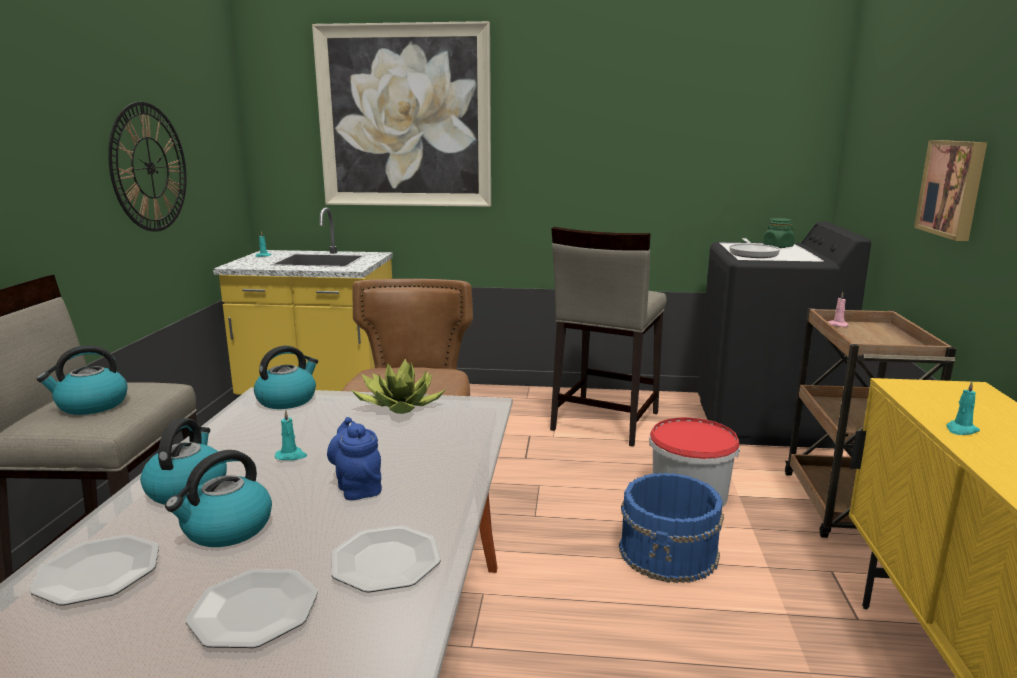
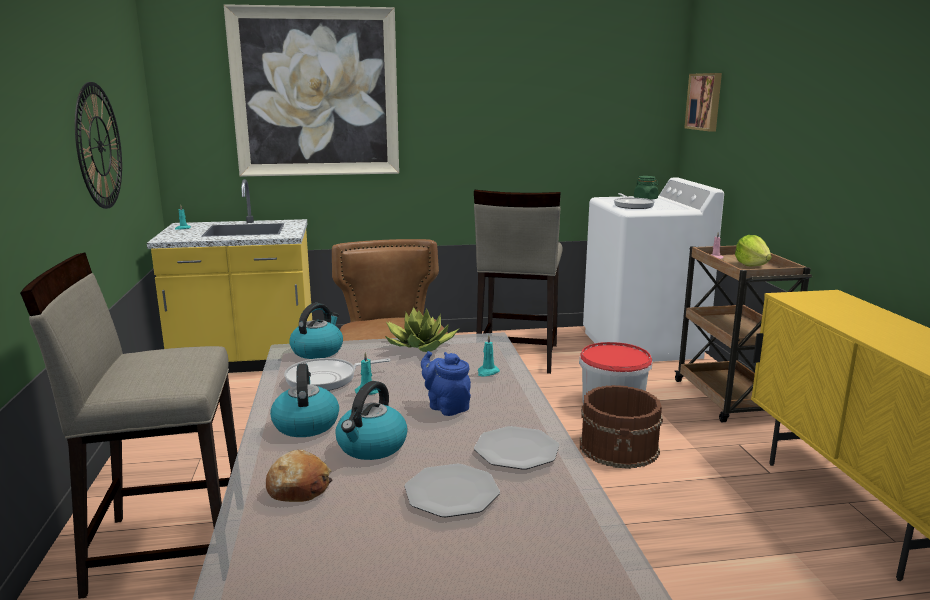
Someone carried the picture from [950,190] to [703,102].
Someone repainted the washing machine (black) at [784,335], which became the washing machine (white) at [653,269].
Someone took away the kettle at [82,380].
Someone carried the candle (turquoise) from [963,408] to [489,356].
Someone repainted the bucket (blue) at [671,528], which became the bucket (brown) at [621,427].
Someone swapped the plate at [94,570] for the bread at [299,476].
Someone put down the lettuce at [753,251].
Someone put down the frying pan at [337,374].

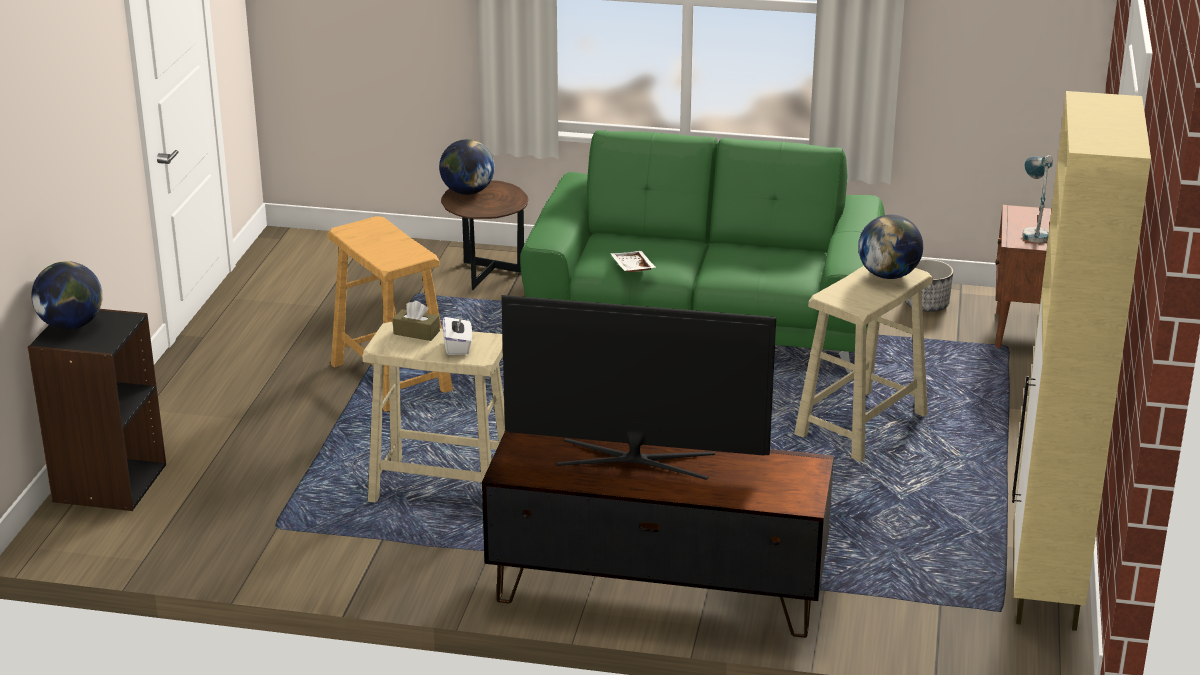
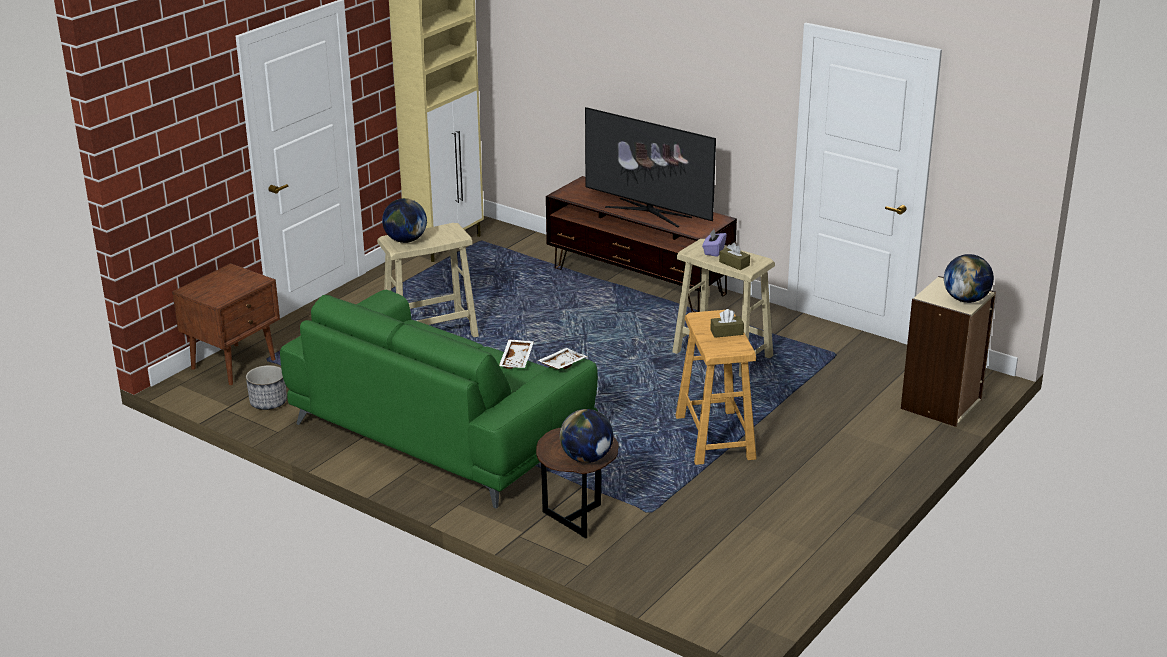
Someone took away the table lamp at [1038,199].
Someone repainted the bookcase (black) at [96,410], which became the bookcase (beige) at [948,351].
Someone repainted the tissue box (white) at [457,335], which became the tissue box (purple) at [714,243].
Someone put down the tissue box (brown) at [727,323].
Someone put down the tray (white) at [562,358].

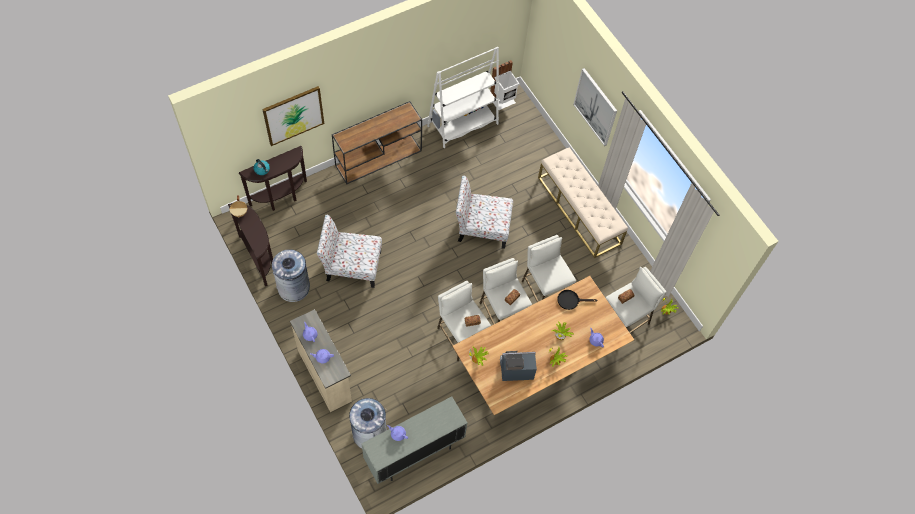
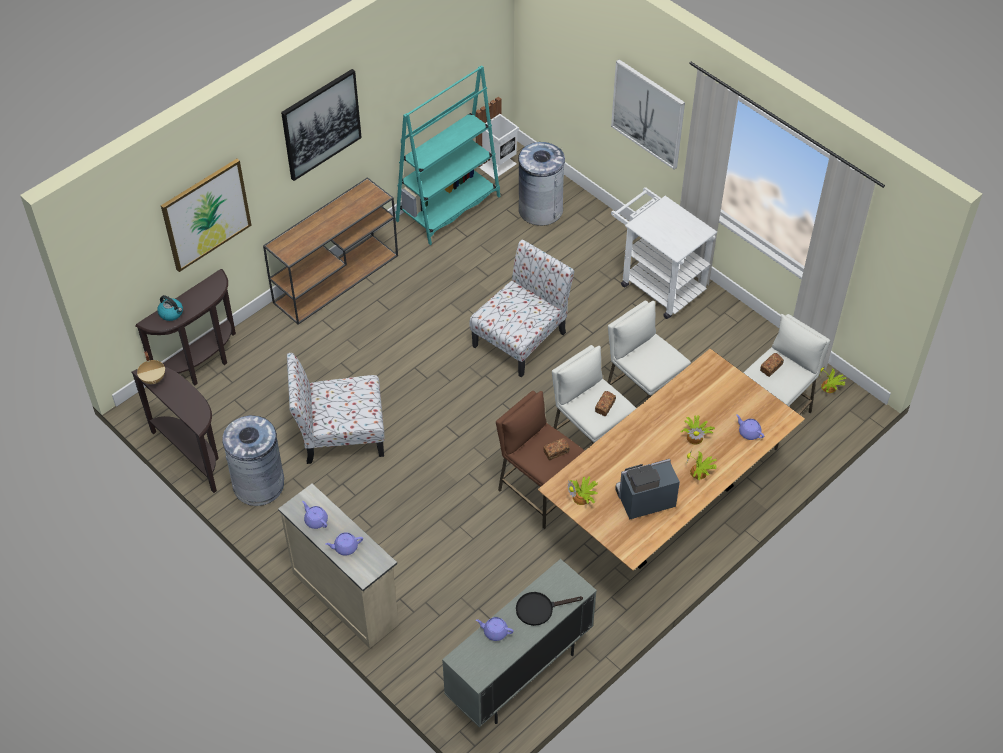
Someone repainted the bookcase (white) at [463,97], which became the bookcase (turquoise) at [448,155].
Someone swapped the bench (beige) at [583,202] for the cart (white) at [664,253].
Someone rotated the chair at [484,212] by 135 degrees clockwise.
Someone repainted the stool (white) at [464,321], which became the stool (brown) at [540,460].
Someone carried the frying pan (black) from [577,300] to [549,609].
Someone carried the trash can (grey) from [368,423] to [541,184].
Someone put up the picture at [321,125].

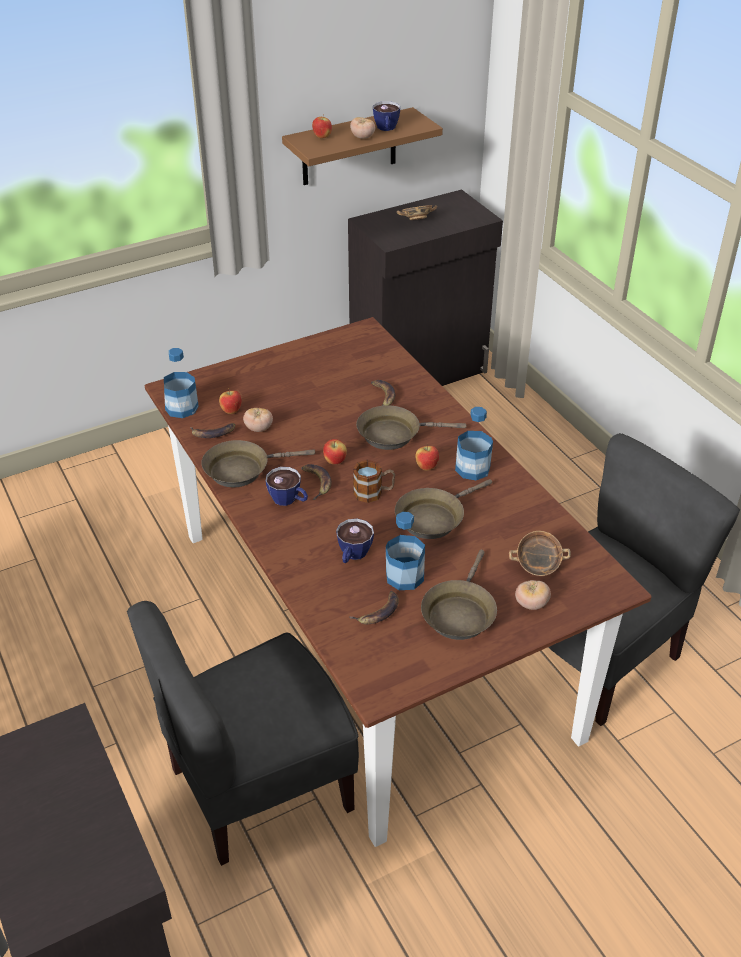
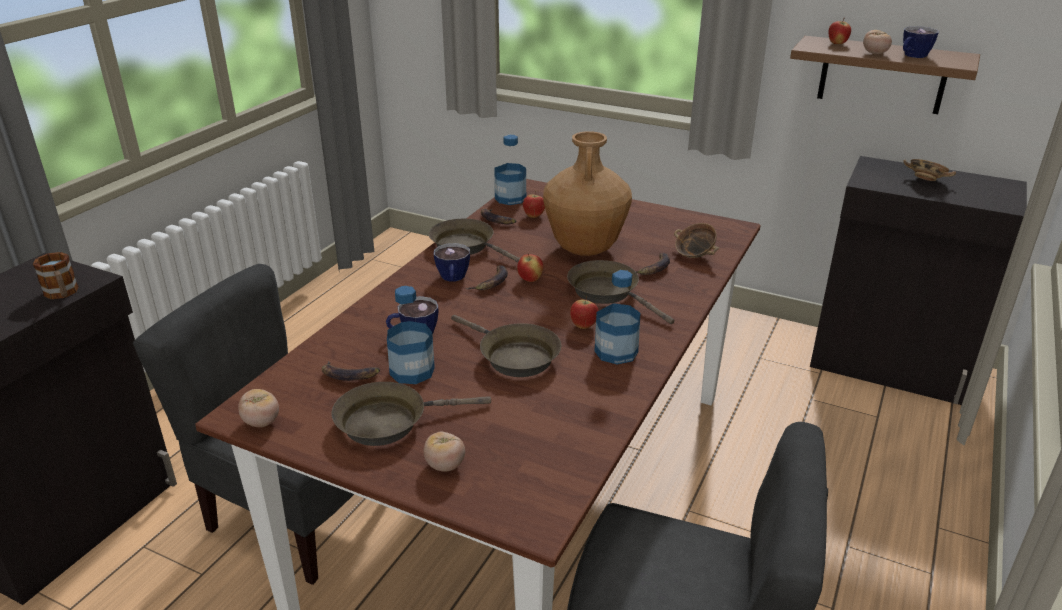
Someone carried the tomato from [258,420] to [258,408].
Someone carried the mug from [374,481] to [56,275].
Someone rotated the frying pan (brown) at [443,509] by 150 degrees counterclockwise.
Someone carried the bowl from [540,553] to [696,240].
Someone put down the vase (brown) at [587,193].

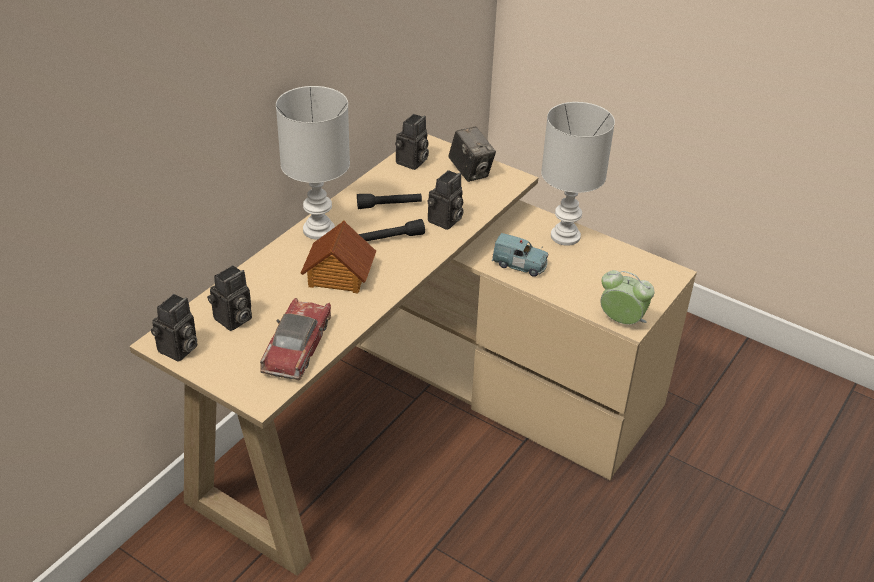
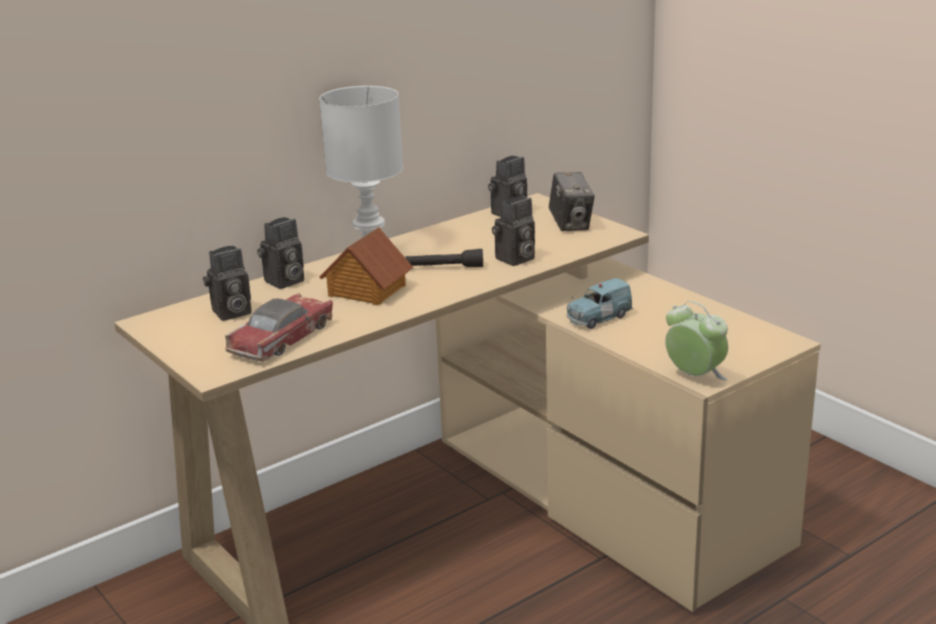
Someone took away the table lamp (white) at [578,174].
Someone took away the flashlight (black) at [389,201].
Someone rotated the toy car (blue) at [520,255] by 105 degrees clockwise.
Someone carried the photo camera from [174,328] to [280,253].

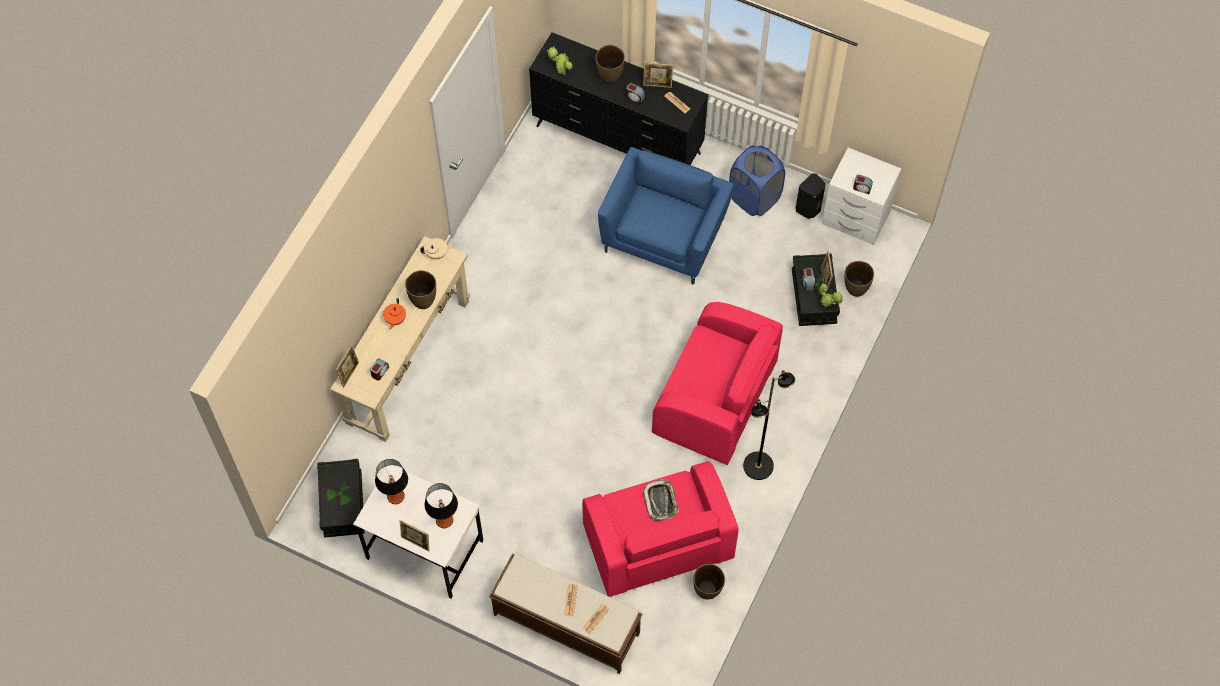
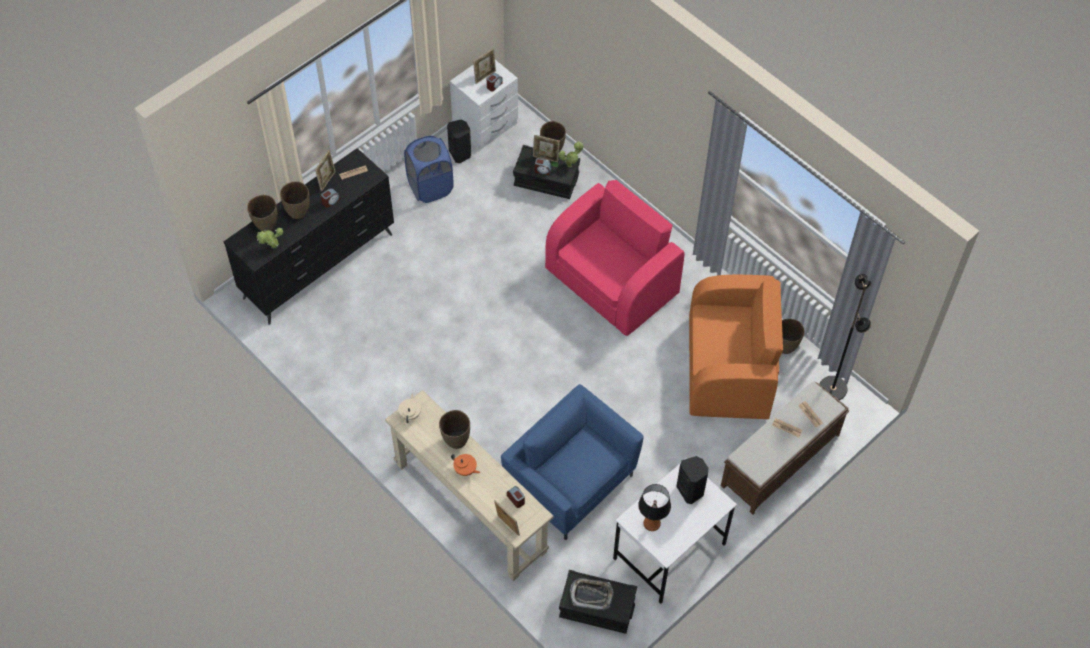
Someone carried the armchair (blue) from [666,216] to [572,462].
Someone carried the floor lamp (black) from [769,425] to [845,337].
Someone repainted the armchair (pink) at [660,529], which became the armchair (orange) at [736,347].
Someone carried the tray from [661,500] to [591,594].
Someone swapped the table lamp at [441,505] for the speaker (black) at [692,480].
Someone carried the picture frame from [414,535] to [484,66].
Someone put down the vase (brown) at [262,213].

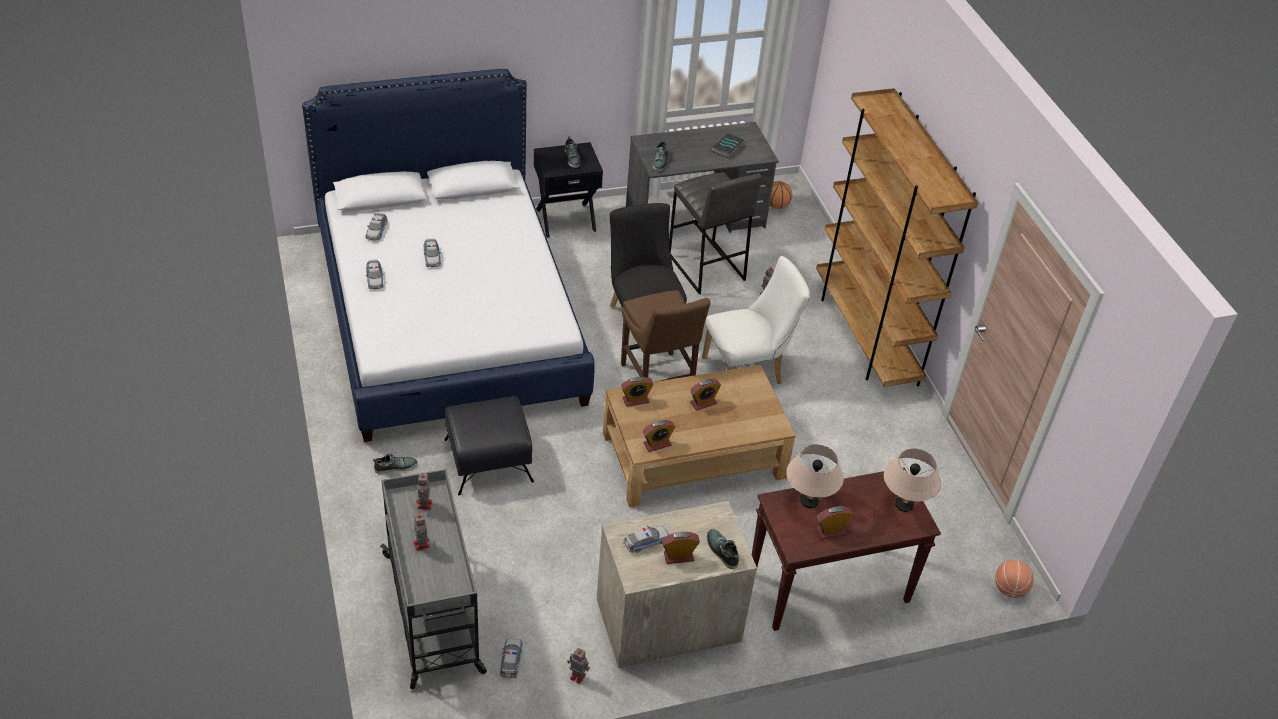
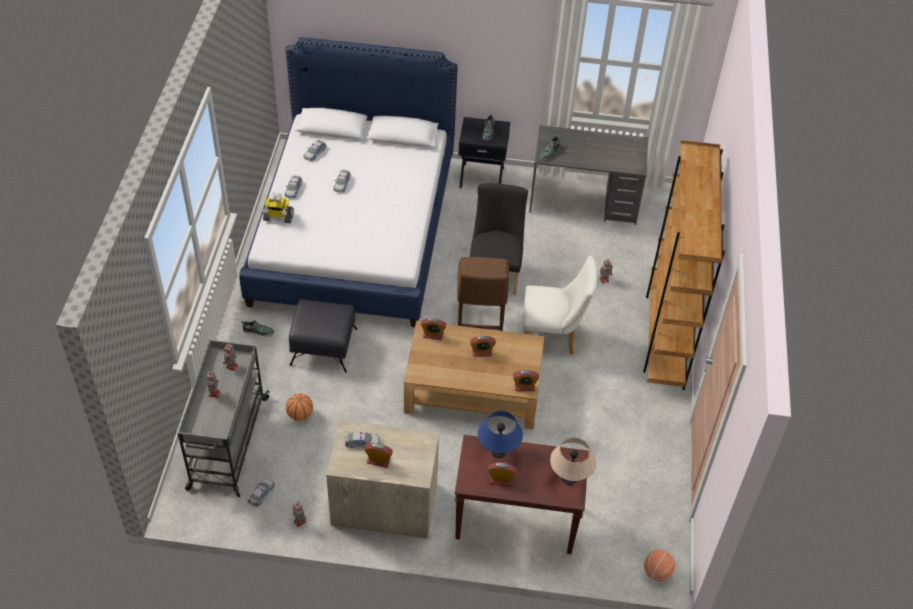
Someone took away the book at [728,146].
Someone took away the stool (grey) at [715,233].
Someone carried the basketball from [780,195] to [299,407].
Someone carried the alarm clock from [659,436] to [526,380].
Someone repainted the table lamp (beige) at [815,476], which became the table lamp (blue) at [500,434].
Someone took away the shoe at [723,549].
Someone put down the toy robot at [278,208].

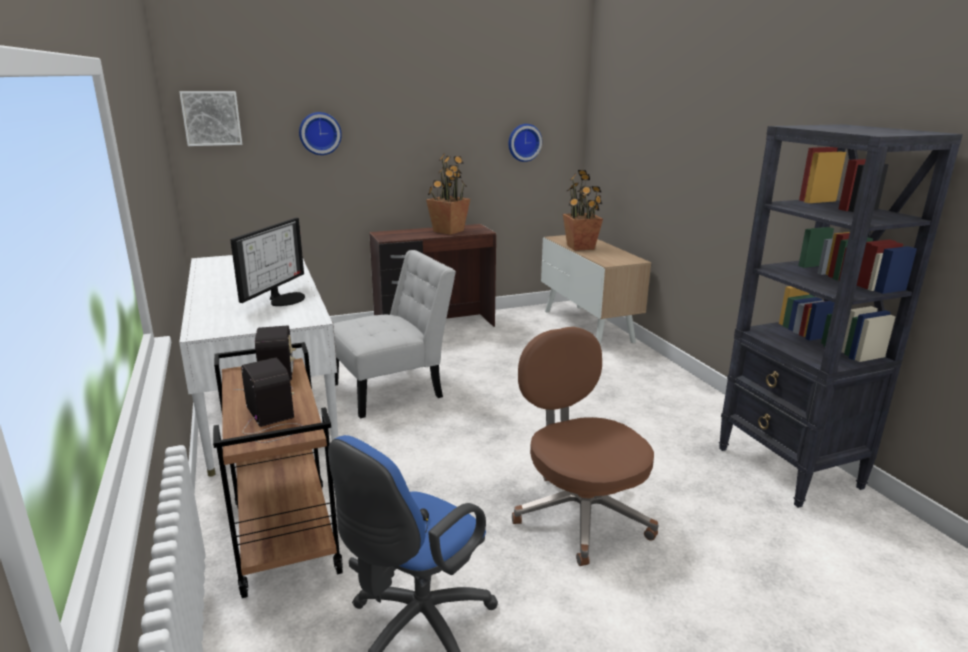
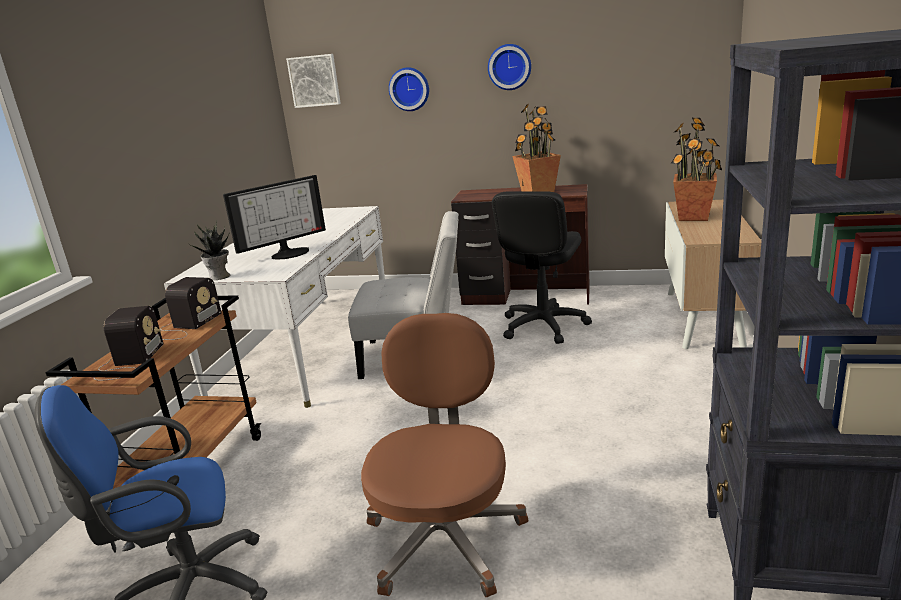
Someone carried the wall clock from [525,143] to [509,67].
Someone put down the office chair (black) at [542,267].
Someone put down the potted plant at [210,250].

